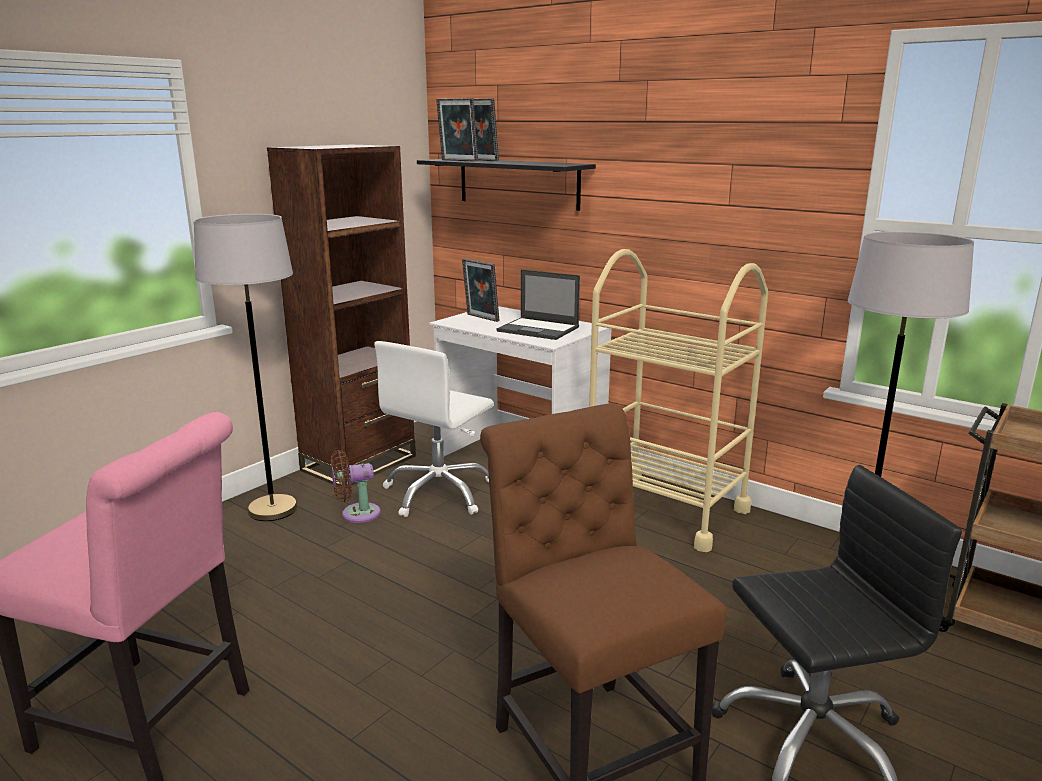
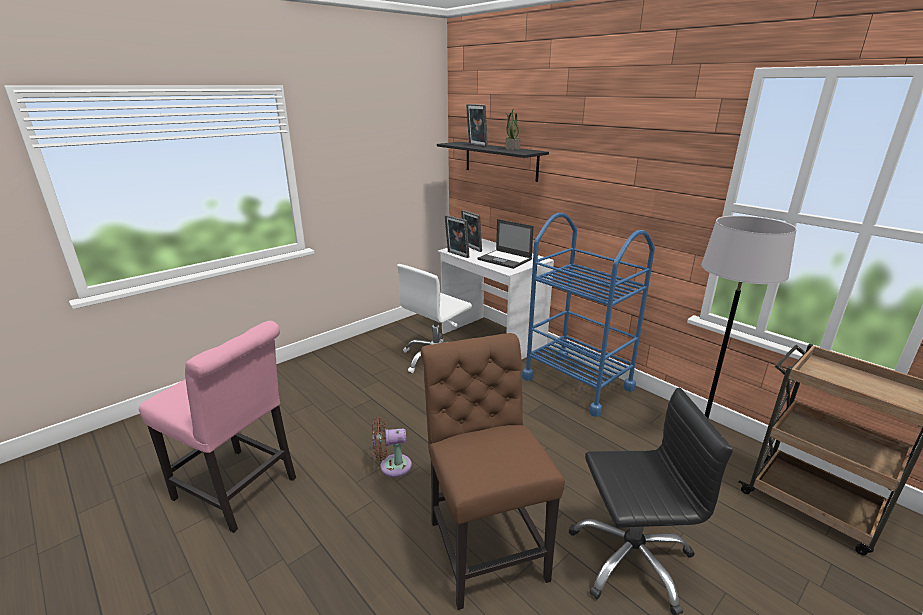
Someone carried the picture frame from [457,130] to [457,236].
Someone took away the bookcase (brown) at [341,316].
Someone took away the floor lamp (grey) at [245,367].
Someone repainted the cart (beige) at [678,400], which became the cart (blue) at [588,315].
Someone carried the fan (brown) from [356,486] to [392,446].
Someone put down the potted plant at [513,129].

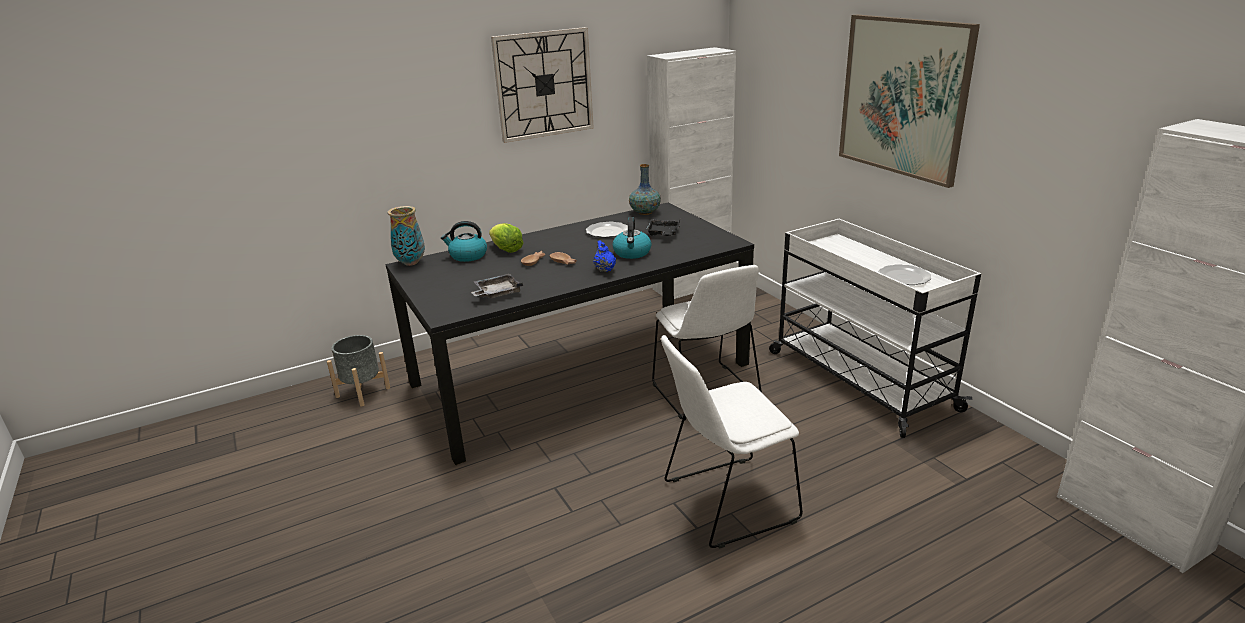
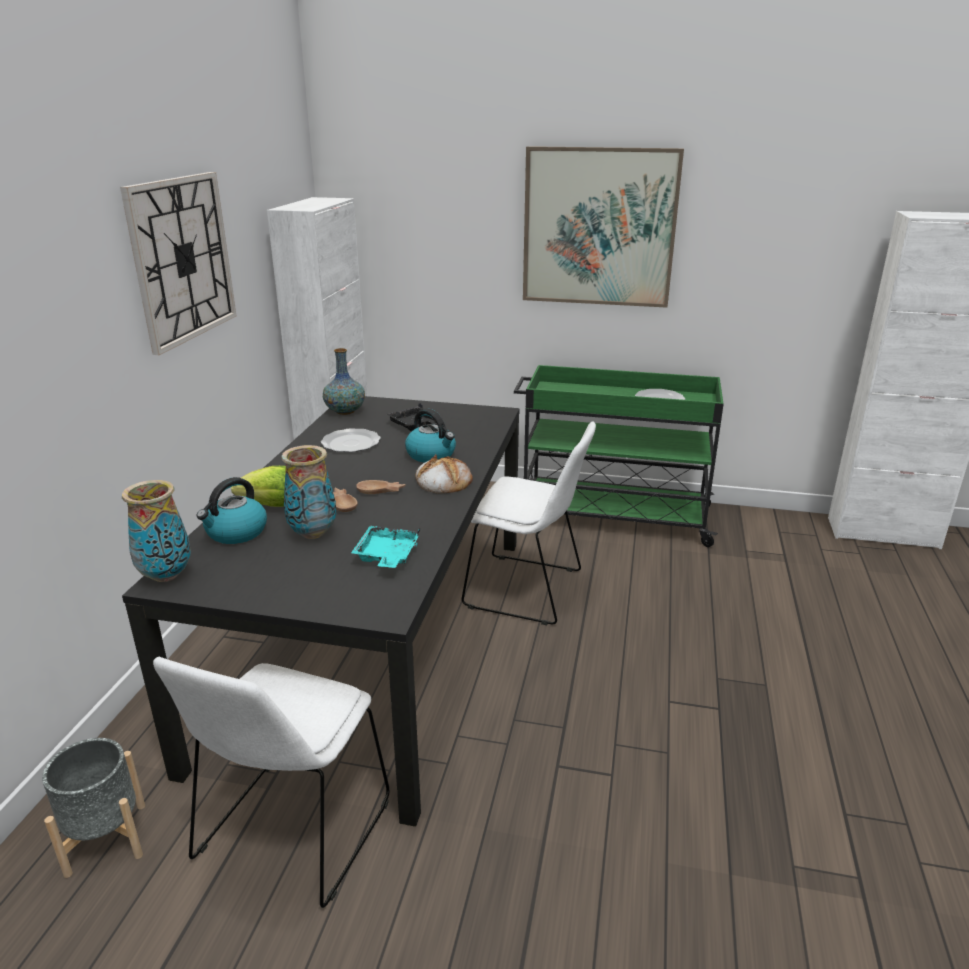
Someone repainted the cart (white) at [875,328], which became the cart (green) at [619,456].
Someone swapped the teapot (blue) at [604,256] for the bread at [444,473].
Someone repainted the tray (grey) at [497,286], which became the tray (turquoise) at [385,547].
Someone carried the chair (white) from [732,442] to [271,782].
Someone put down the vase at [308,492].

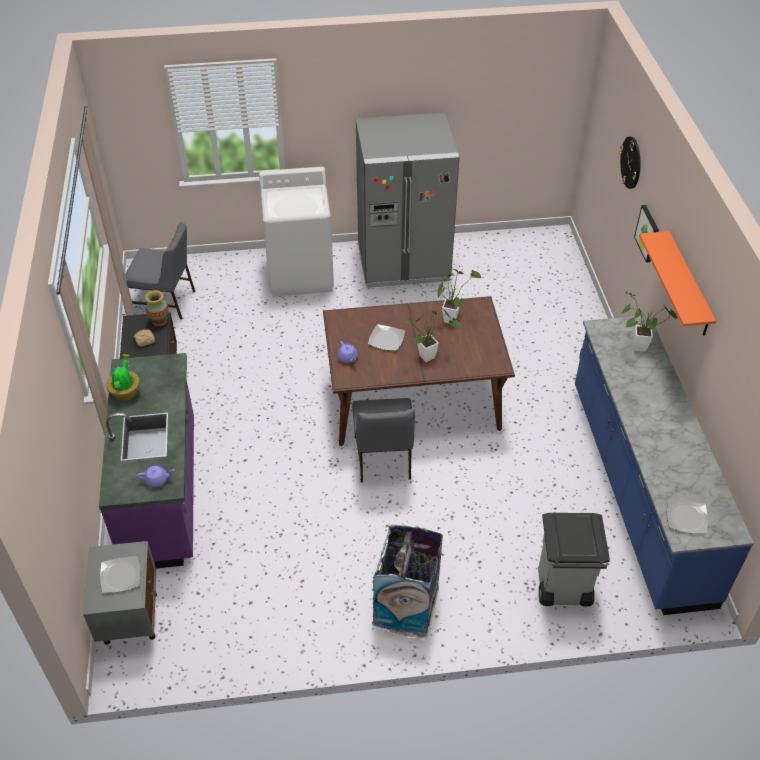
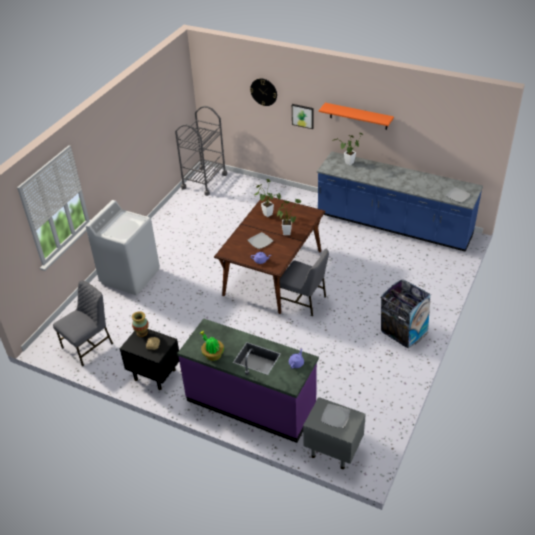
Someone took away the fridge (grey) at [408,200].
Someone took away the trash can (grey) at [574,560].
Someone put down the cart (grey) at [201,151].

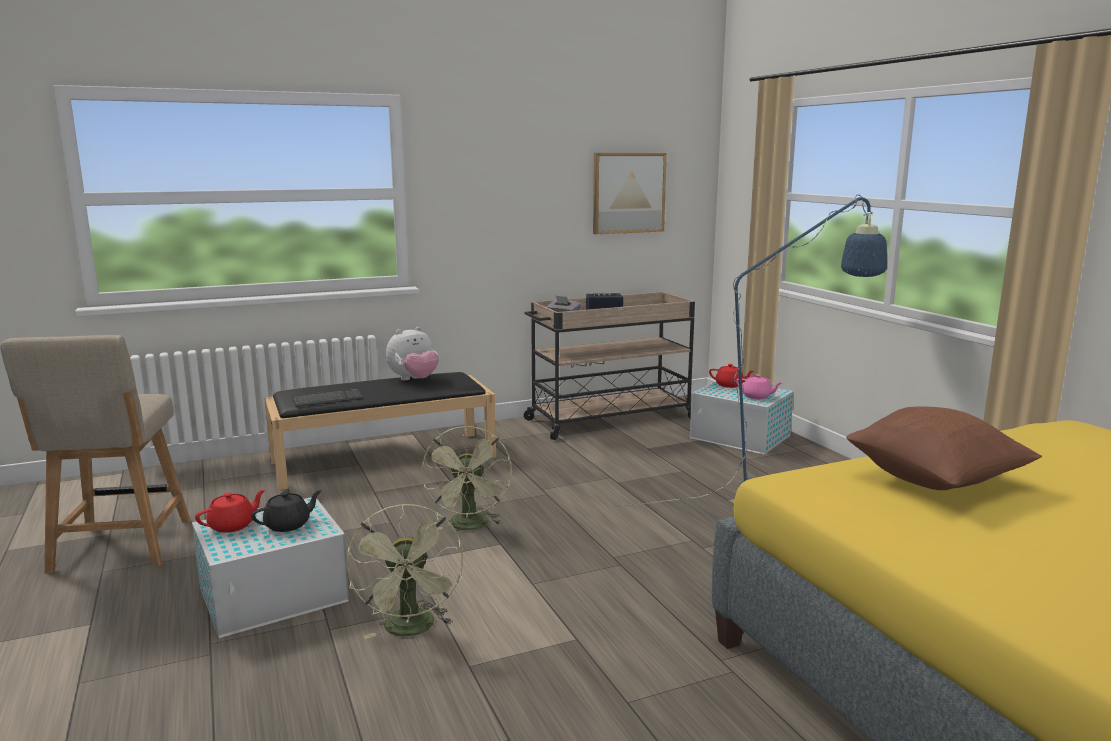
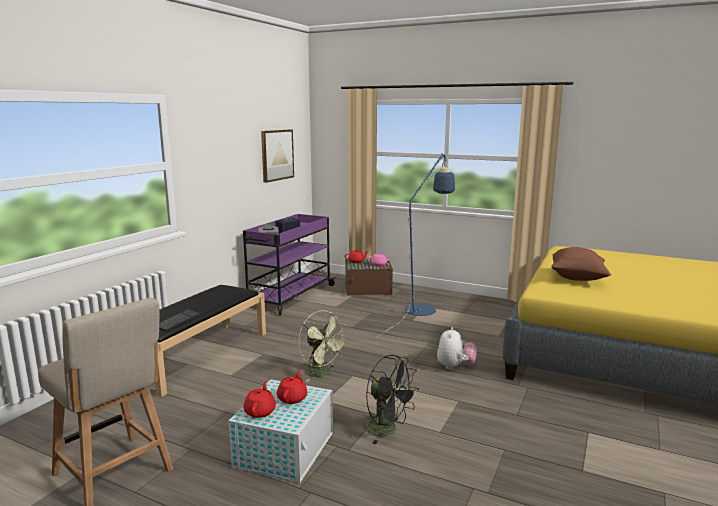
Someone repainted the cart (beige) at [609,366], which became the cart (purple) at [289,265].
Someone carried the plush toy from [412,353] to [457,348].
Someone repainted the storage box (white) at [742,417], which became the storage box (brown) at [369,277].
Someone repainted the teapot (black) at [286,511], which became the teapot (red) at [292,387].
Someone repainted the fan (green) at [405,571], which became the fan (black) at [392,399].

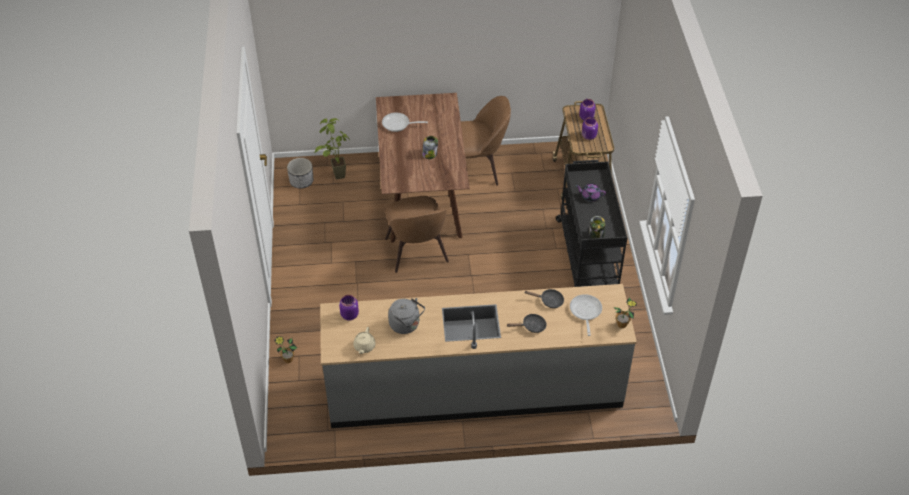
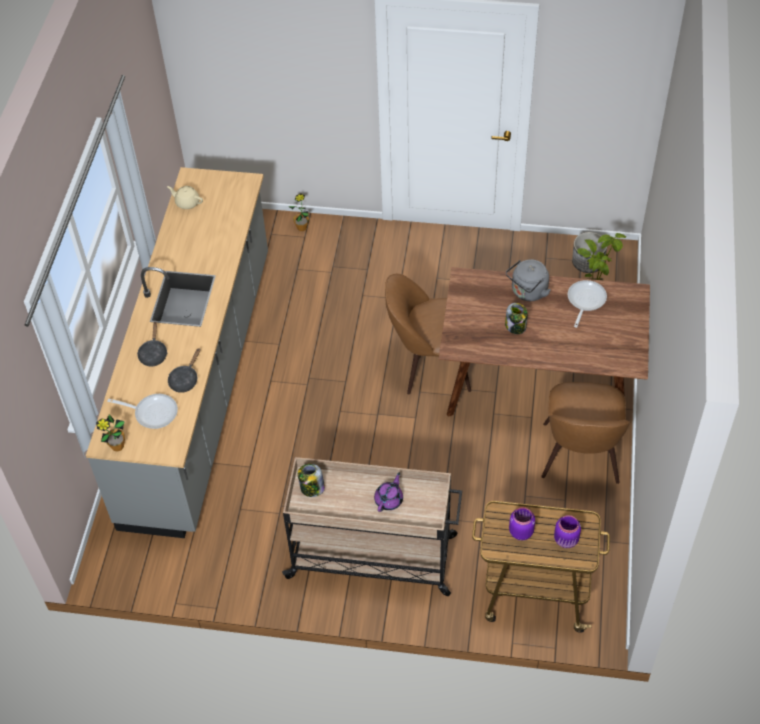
Someone repainted the cart (black) at [592,223], which became the cart (beige) at [372,526].
Someone took away the jar (purple) at [349,307].
Someone carried the kettle (grey) from [406,316] to [528,280].

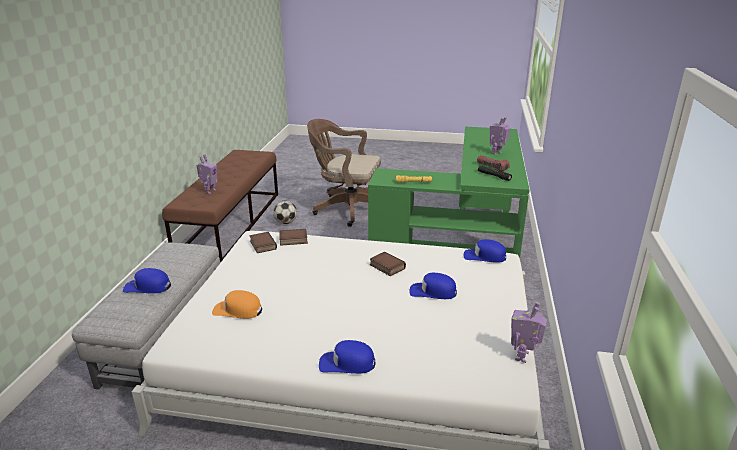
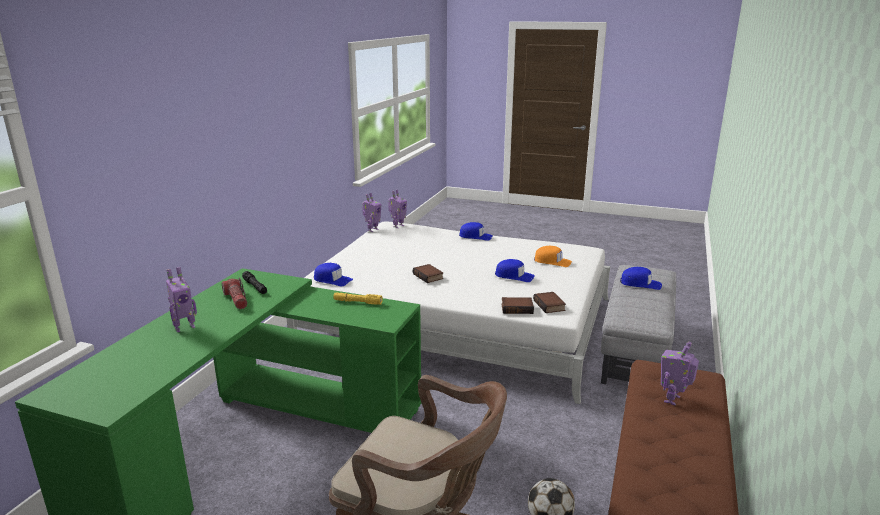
Someone carried the cap (blue) from [433,286] to [515,270].
Someone put down the toy robot at [397,209].

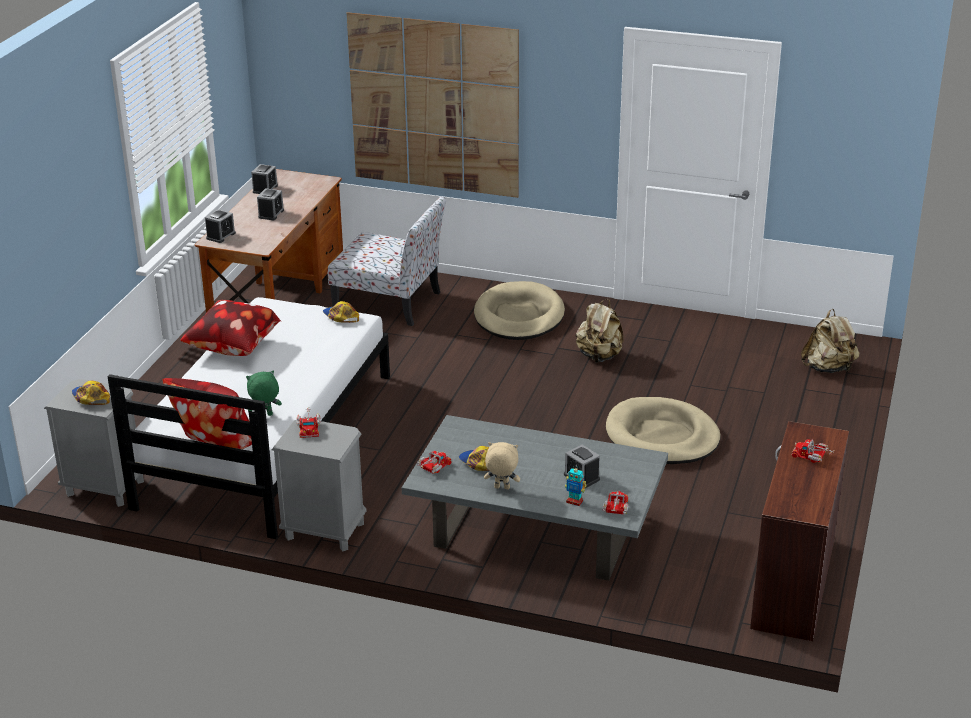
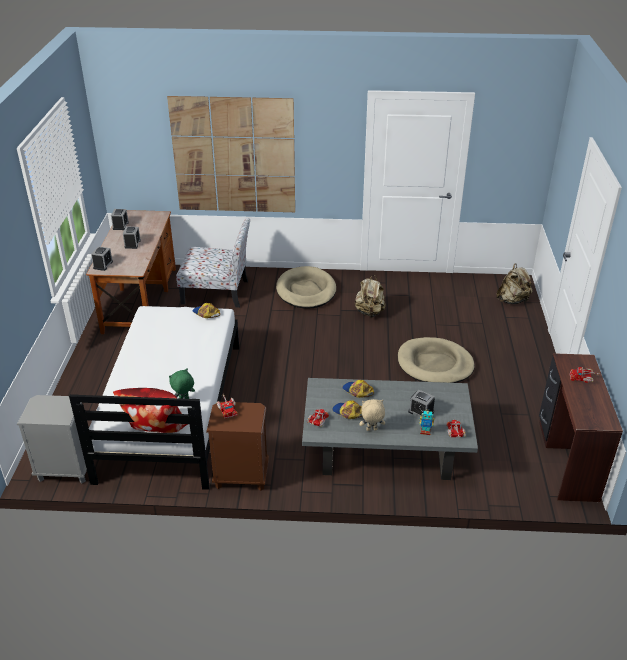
Someone took away the pillow at [230,328].
Someone carried the cap from [91,393] to [358,389].
Someone repainted the nightstand (grey) at [319,485], which became the nightstand (brown) at [237,446].

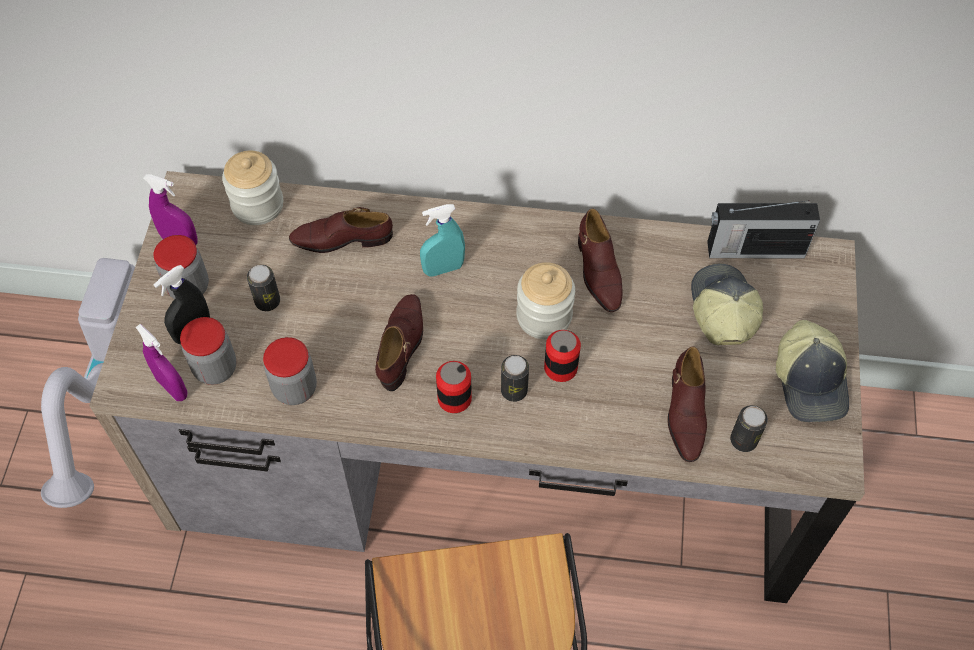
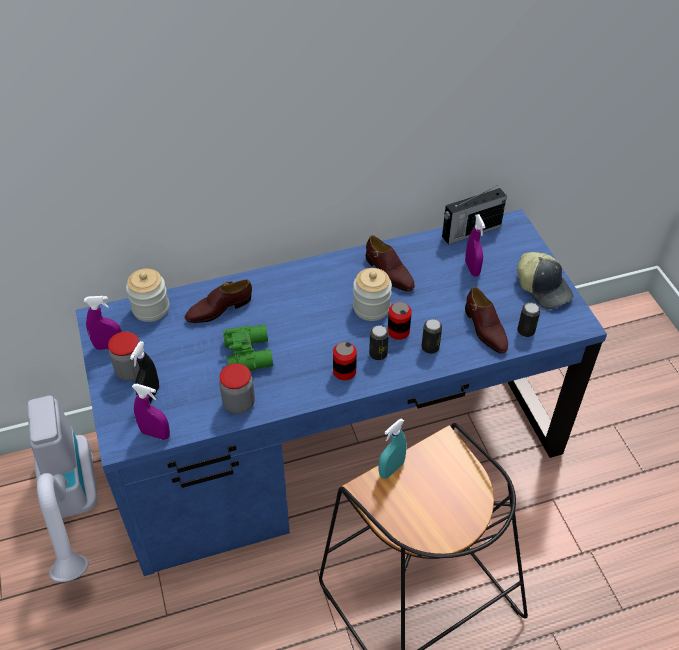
Someone repainted the desk (brown) at [477,387], which became the desk (blue) at [341,392].
Someone carried the spray bottle (turquoise) from [442,240] to [393,448].
Someone swapped the cap at [727,304] for the spray bottle (purple) at [475,245].
Someone carried the can from [263,288] to [431,336].
Someone took away the shoe (brown) at [399,342].
Someone took away the jar at [208,351].
Someone put down the binoculars (green) at [248,347].

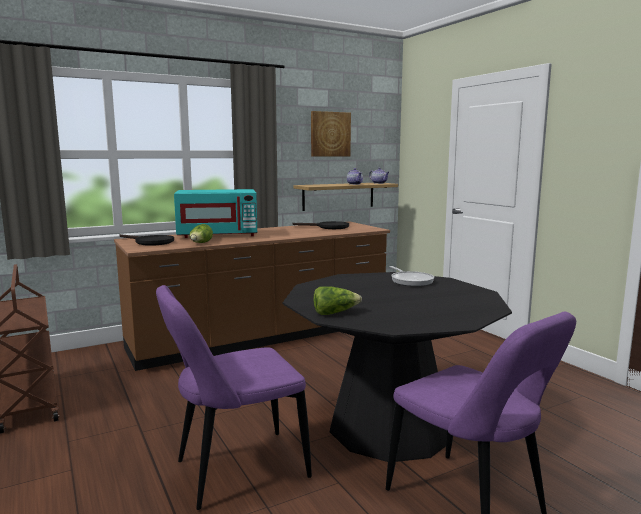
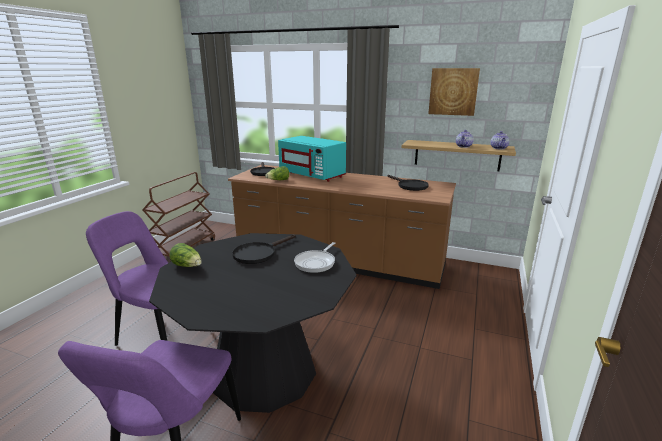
Someone put down the frying pan (black) at [264,249].

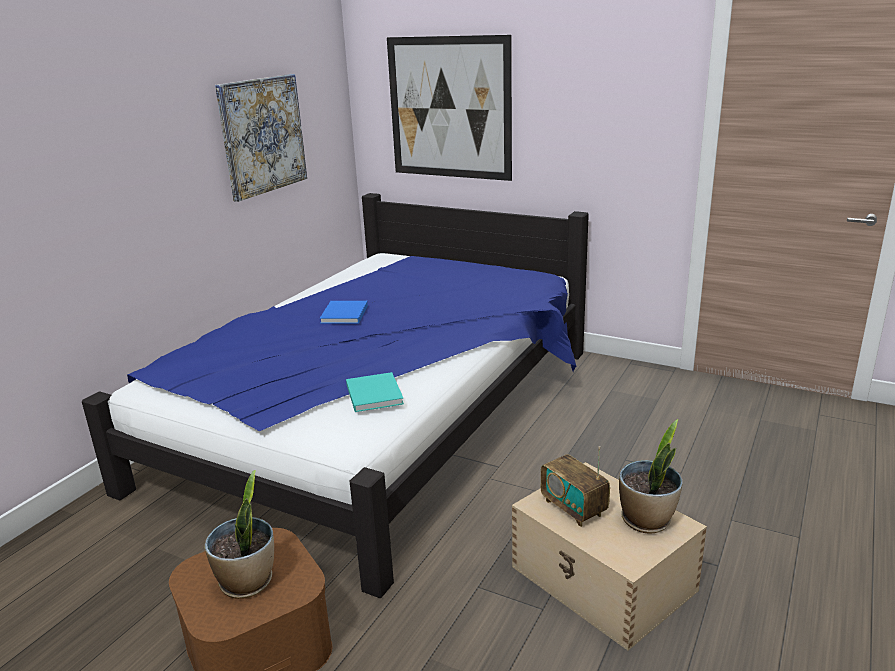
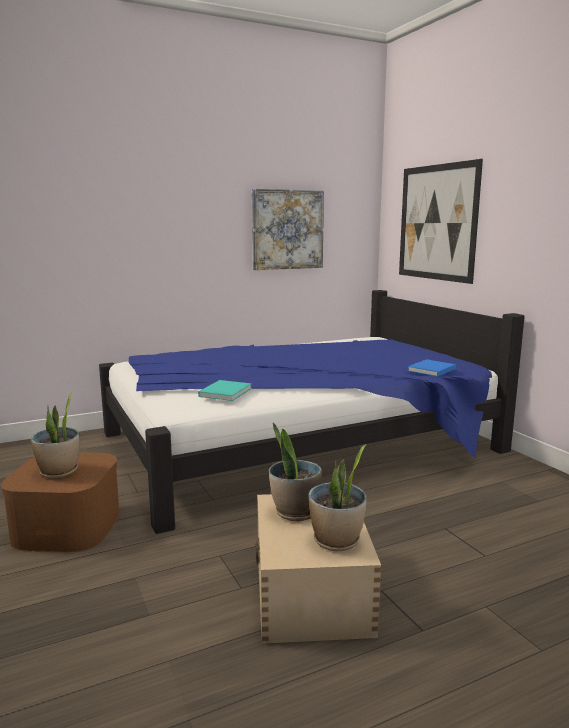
Someone carried the book (blue) from [344,312] to [432,368].
Someone swapped the radio at [575,486] for the potted plant at [295,472].

